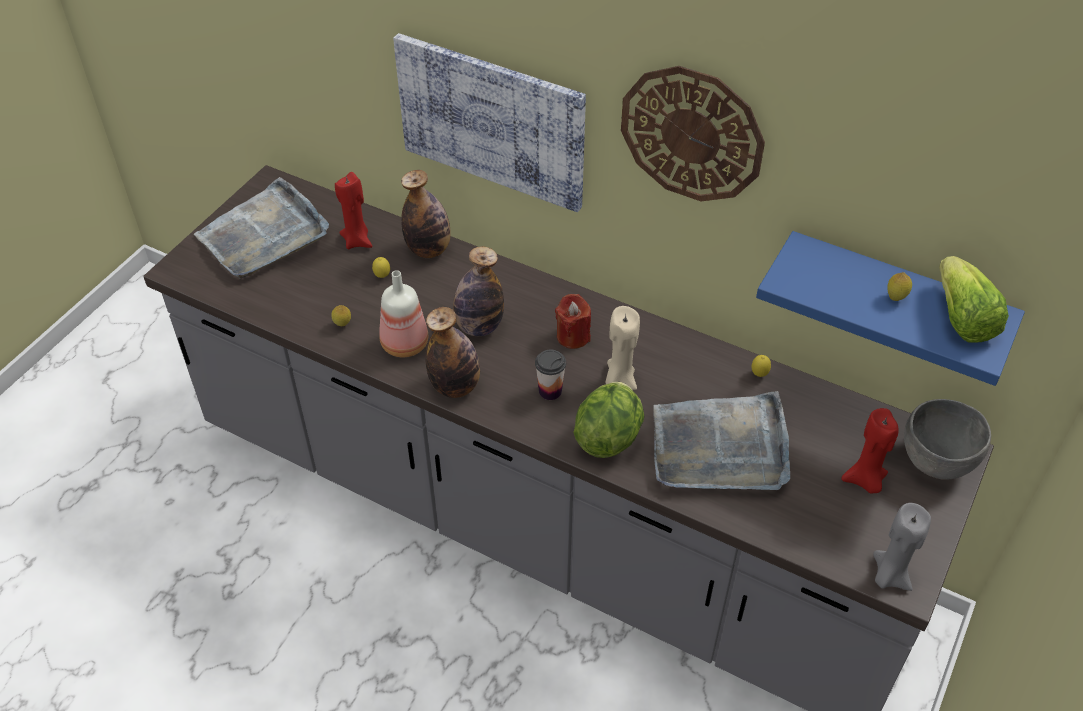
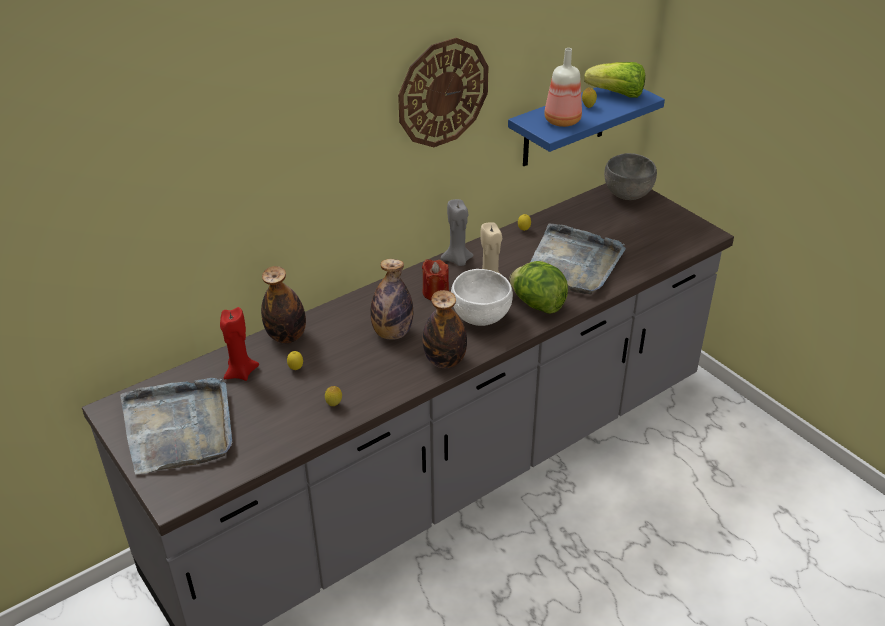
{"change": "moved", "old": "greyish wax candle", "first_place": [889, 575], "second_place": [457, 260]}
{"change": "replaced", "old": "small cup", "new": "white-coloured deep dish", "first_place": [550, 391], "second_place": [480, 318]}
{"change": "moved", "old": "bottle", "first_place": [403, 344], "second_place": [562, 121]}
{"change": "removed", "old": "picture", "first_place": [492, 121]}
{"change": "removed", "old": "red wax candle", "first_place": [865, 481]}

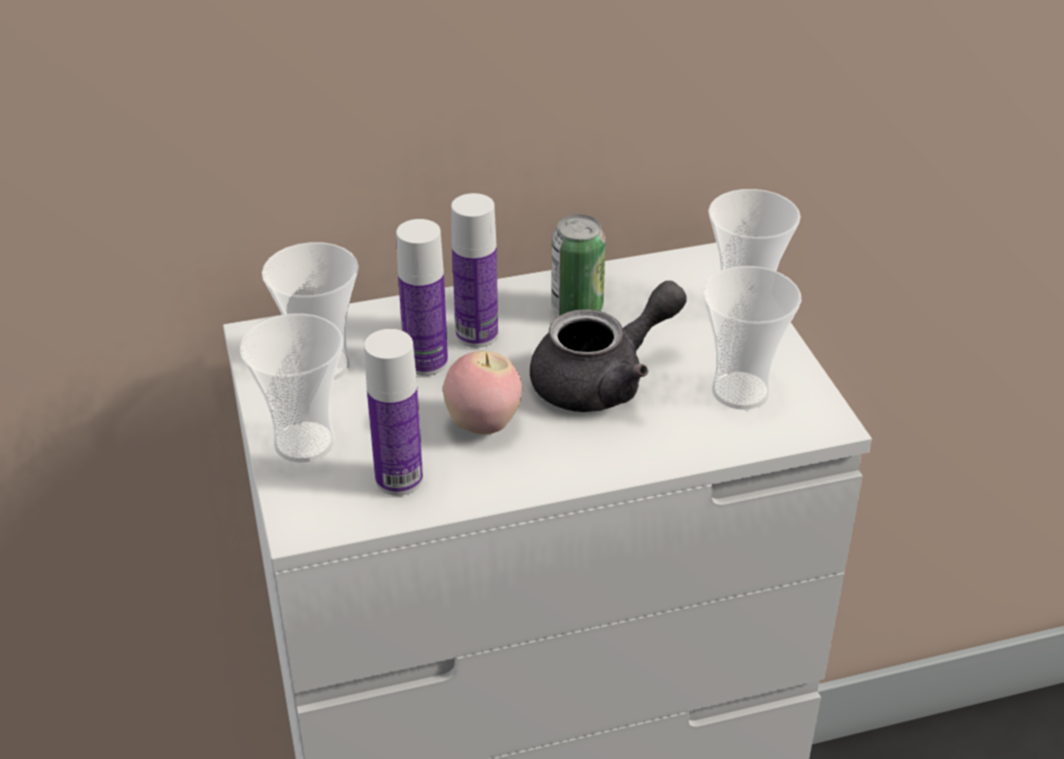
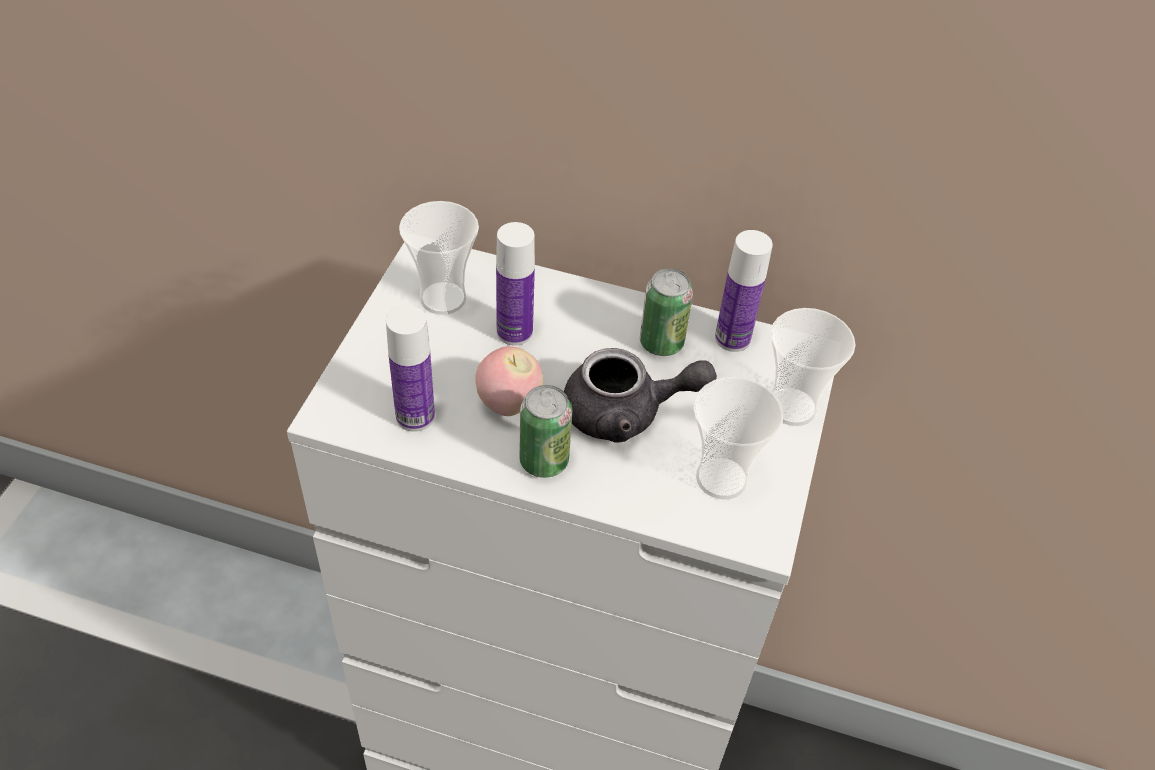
{"change": "added", "new": "sealed can", "second_place": [544, 461]}
{"change": "moved", "old": "bottle", "first_place": [477, 334], "second_place": [732, 338]}
{"change": "removed", "old": "small cup", "first_place": [304, 443]}

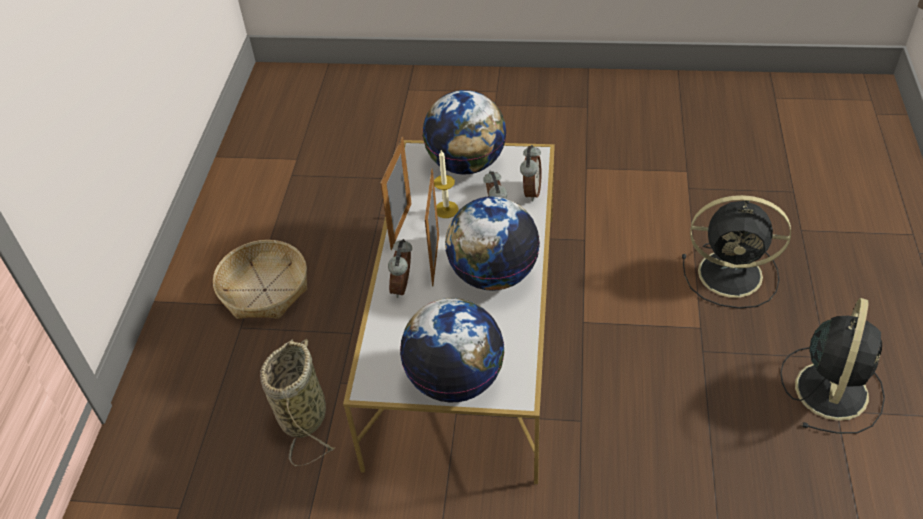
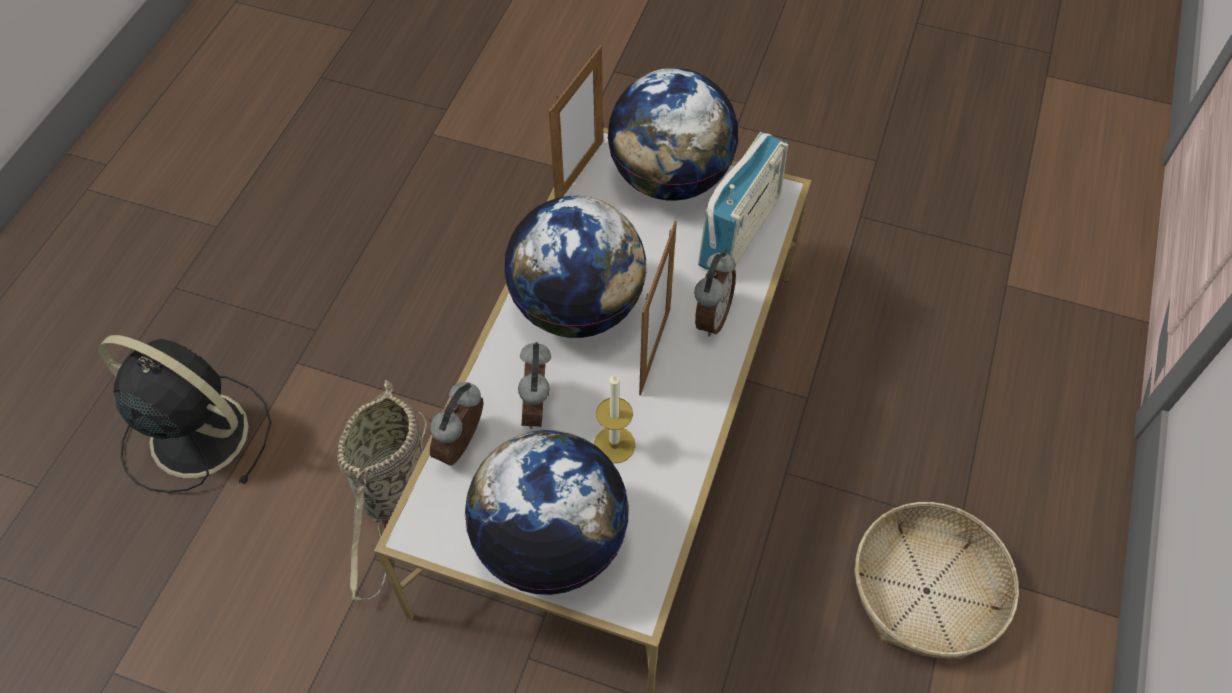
{"change": "moved", "old": "storage basket", "first_place": [303, 413], "second_place": [394, 495]}
{"change": "moved", "old": "standing frame", "first_place": [401, 226], "second_place": [579, 172]}
{"change": "added", "new": "radio set", "second_place": [739, 231]}
{"change": "removed", "old": "black cooling fan", "first_place": [831, 388]}

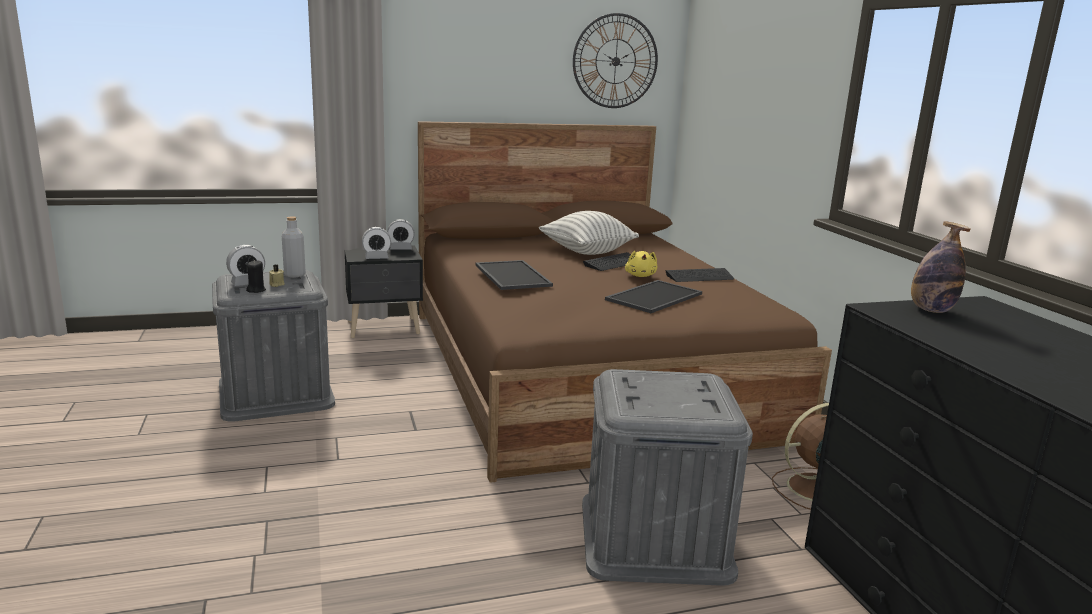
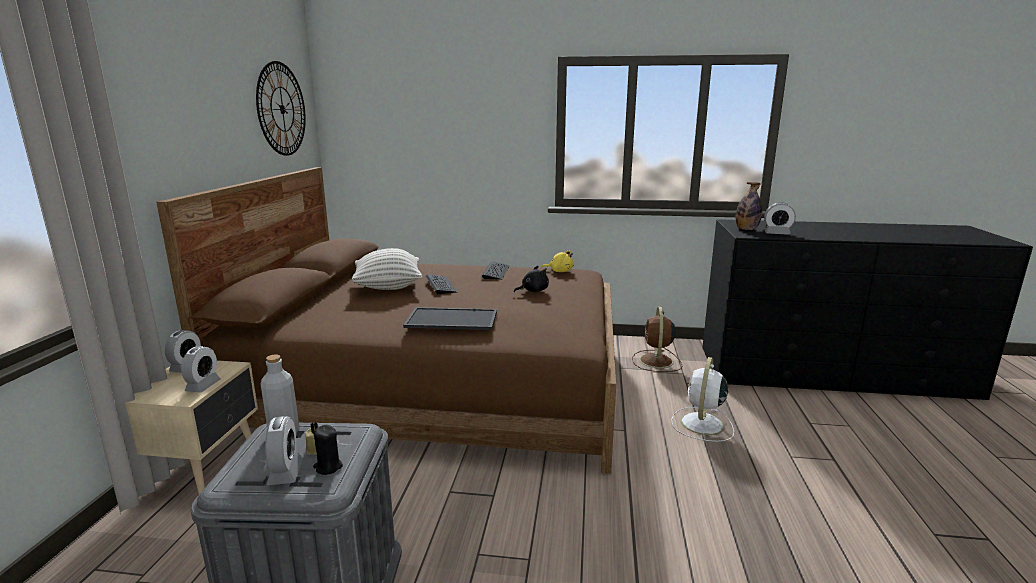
{"change": "recoloured", "old": "black bedside table", "new": "sand-coloured bedside table", "first_place": [385, 328], "second_place": [206, 471]}
{"change": "replaced", "old": "carrying tray", "new": "black cuddly toy", "first_place": [653, 296], "second_place": [533, 291]}
{"change": "moved", "old": "yellowish cuddly toy", "first_place": [640, 275], "second_place": [560, 271]}
{"change": "replaced", "old": "greyish storage container", "new": "white-coloured cooling fan", "first_place": [654, 537], "second_place": [701, 424]}
{"change": "added", "new": "bedside clock", "second_place": [777, 233]}

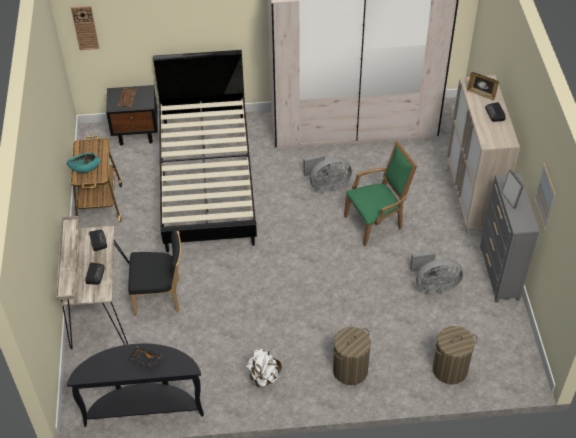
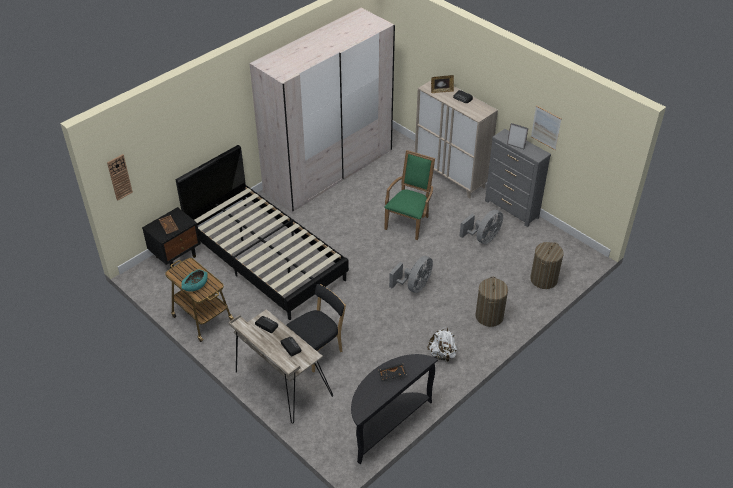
{"change": "moved", "old": "greyish cooling fan", "first_place": [326, 185], "second_place": [414, 286]}

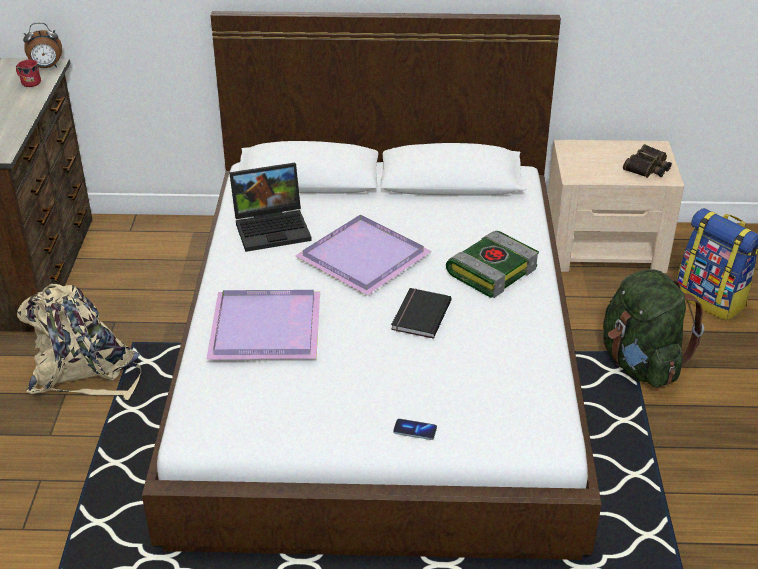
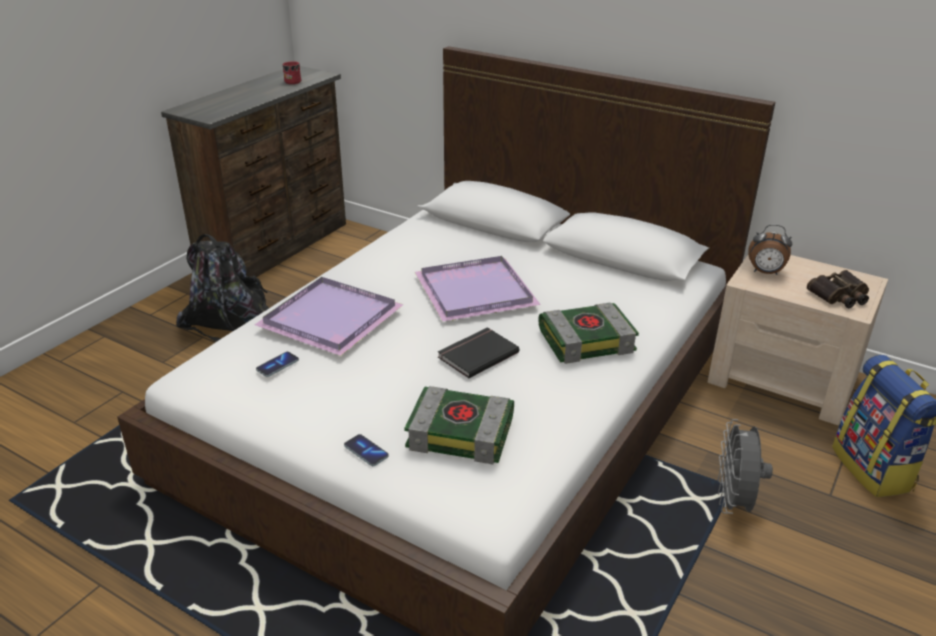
{"change": "recoloured", "old": "sand-coloured rucksack", "new": "black rucksack", "first_place": [84, 372], "second_place": [232, 326]}
{"change": "added", "new": "telephone", "second_place": [277, 365]}
{"change": "added", "new": "volume", "second_place": [462, 432]}
{"change": "replaced", "old": "greenish rucksack", "new": "greyish cooling fan", "first_place": [640, 364], "second_place": [734, 503]}
{"change": "moved", "old": "bedside clock", "first_place": [46, 67], "second_place": [765, 272]}
{"change": "removed", "old": "portable computer", "first_place": [273, 227]}

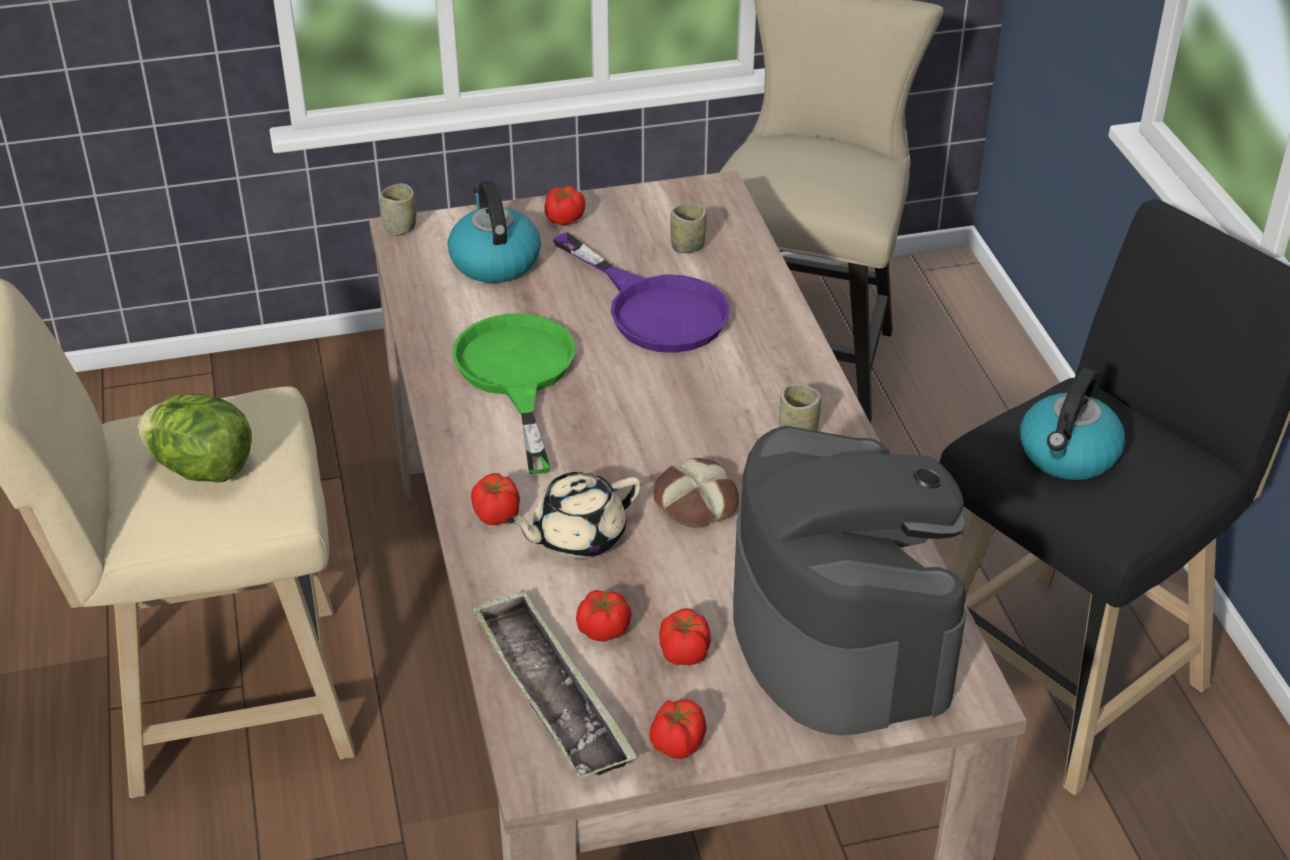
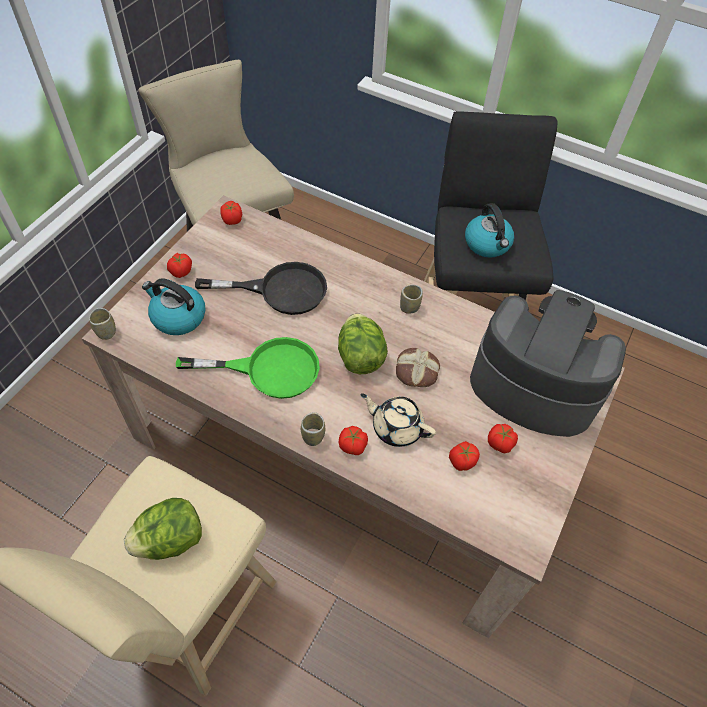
{"change": "turned", "old": "greenish skillet", "first_place": [517, 376], "second_place": [268, 369], "degrees": 150}
{"change": "recoloured", "old": "purple skillet", "new": "black skillet", "first_place": [654, 308], "second_place": [280, 290]}
{"change": "moved", "old": "fresh tomato", "first_place": [677, 744], "second_place": [232, 220]}
{"change": "moved", "old": "small cup", "first_place": [687, 246], "second_place": [313, 436]}
{"change": "added", "new": "head of lettuce", "second_place": [360, 357]}
{"change": "turned", "old": "sand-coloured tea pot", "first_place": [577, 537], "second_place": [396, 427], "degrees": 105}
{"change": "removed", "old": "carrying tray", "first_place": [550, 693]}

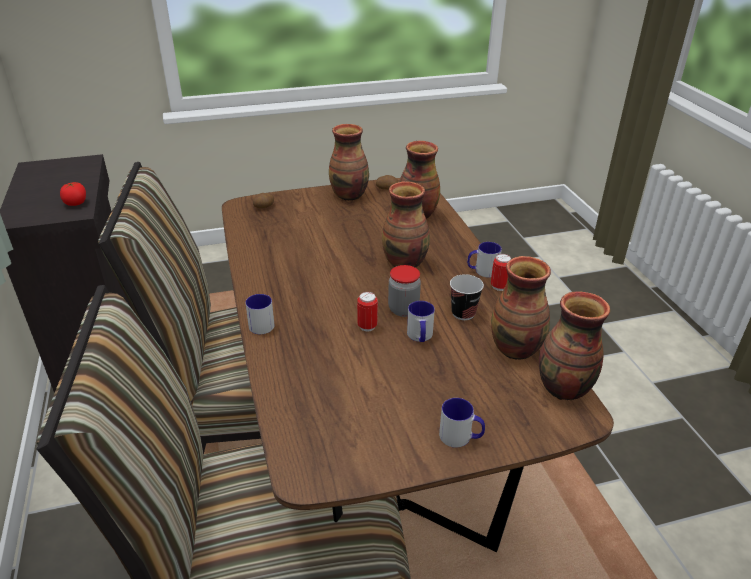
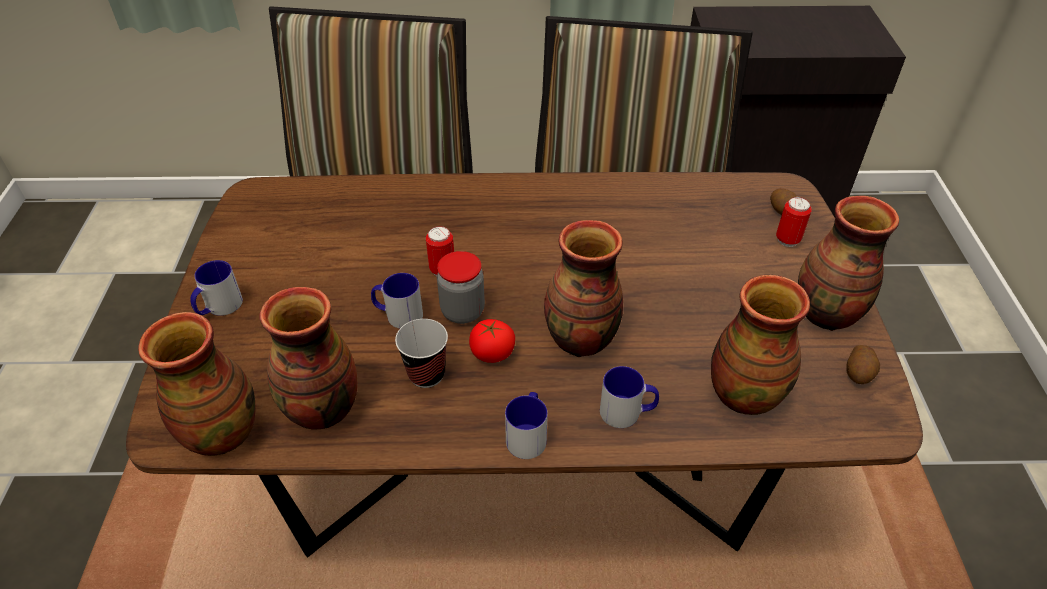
{"change": "moved", "old": "fresh tomato", "first_place": [76, 203], "second_place": [492, 353]}
{"change": "moved", "old": "tea mug", "first_place": [261, 323], "second_place": [627, 412]}
{"change": "moved", "old": "sealed can", "first_place": [499, 286], "second_place": [787, 240]}

